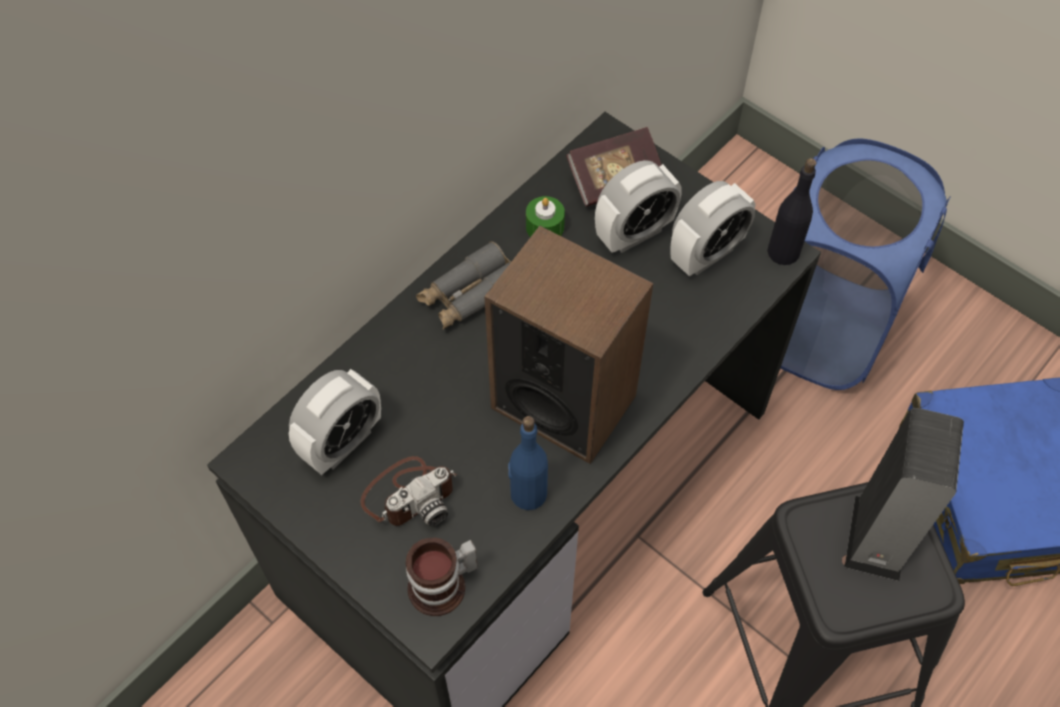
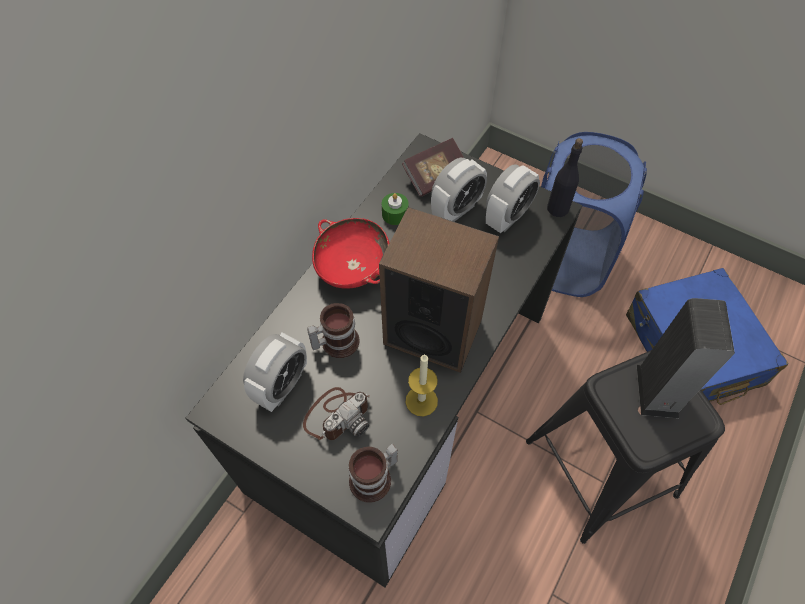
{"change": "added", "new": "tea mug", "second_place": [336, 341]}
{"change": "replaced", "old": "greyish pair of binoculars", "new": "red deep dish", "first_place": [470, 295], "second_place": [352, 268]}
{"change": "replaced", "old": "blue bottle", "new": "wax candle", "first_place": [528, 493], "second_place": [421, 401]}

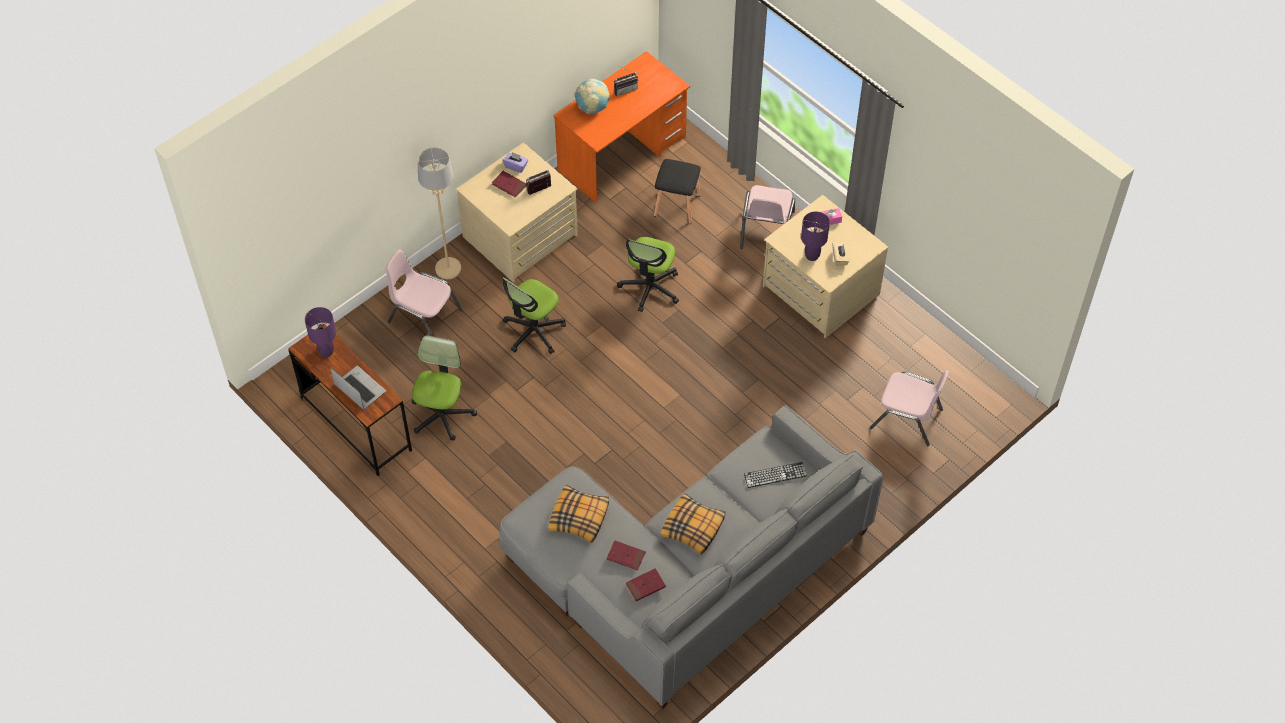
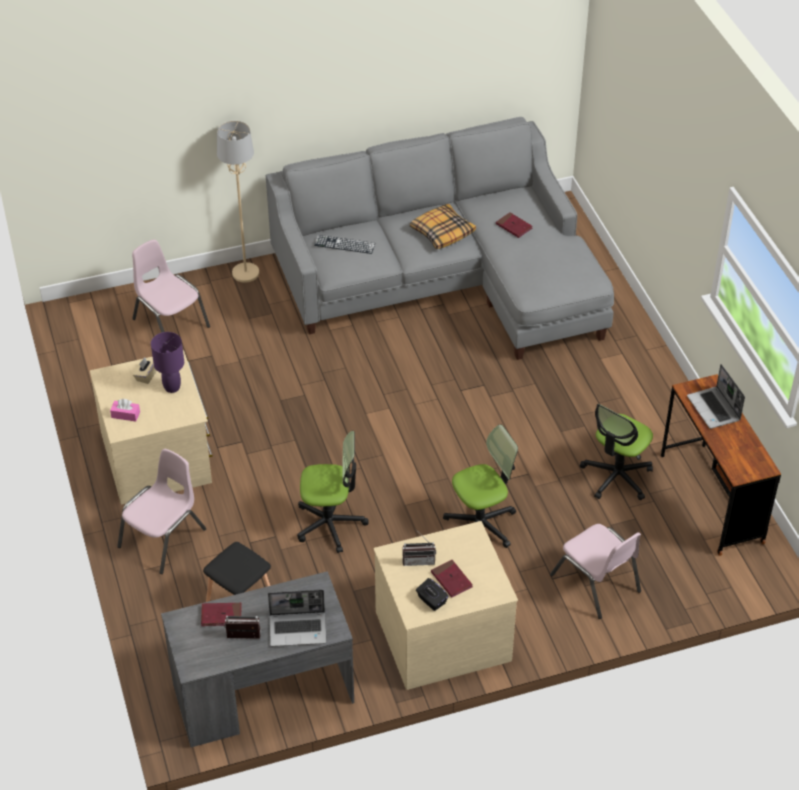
{"change": "recoloured", "old": "orangey desk table", "new": "greyish desk table", "first_place": [622, 154], "second_place": [263, 693]}
{"change": "moved", "old": "red volume", "first_place": [645, 586], "second_place": [221, 616]}
{"change": "moved", "old": "sand-coloured floor lamp", "first_place": [448, 269], "second_place": [245, 273]}
{"change": "replaced", "old": "desk globe", "new": "portable computer", "first_place": [592, 107], "second_place": [298, 629]}
{"change": "turned", "old": "desk chair", "first_place": [650, 288], "second_place": [330, 523], "degrees": 45}
{"change": "recoloured", "old": "purple tissue holder", "new": "black tissue holder", "first_place": [516, 166], "second_place": [431, 600]}
{"change": "removed", "old": "purple tabletop lamp", "first_place": [326, 351]}
{"change": "removed", "old": "cushion", "first_place": [579, 518]}

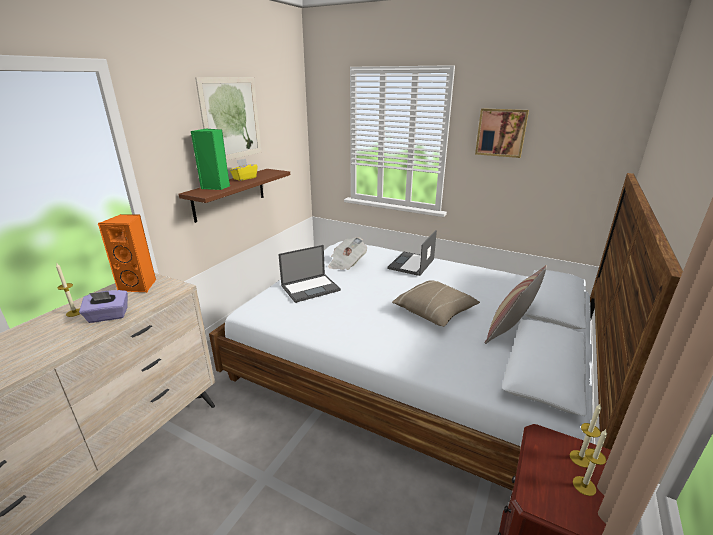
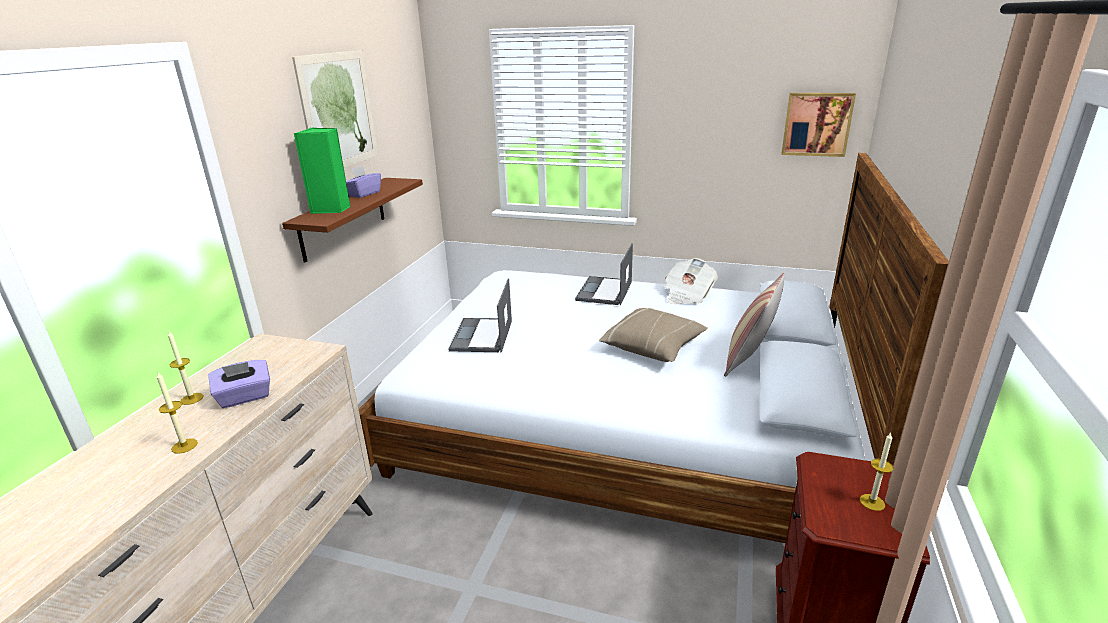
{"change": "moved", "old": "wax candle", "first_place": [580, 458], "second_place": [184, 446]}
{"change": "recoloured", "old": "yellowish tissue holder", "new": "purple tissue holder", "first_place": [244, 178], "second_place": [363, 194]}
{"change": "turned", "old": "portable computer", "first_place": [311, 288], "second_place": [482, 336], "degrees": 135}
{"change": "moved", "old": "printed paper", "first_place": [346, 263], "second_place": [687, 295]}
{"change": "moved", "old": "picture", "first_place": [501, 132], "second_place": [816, 124]}
{"change": "removed", "old": "orangey loudspeaker", "first_place": [140, 286]}

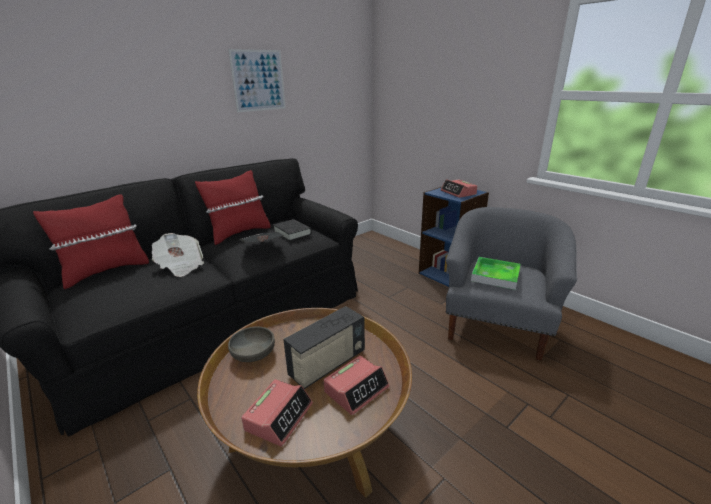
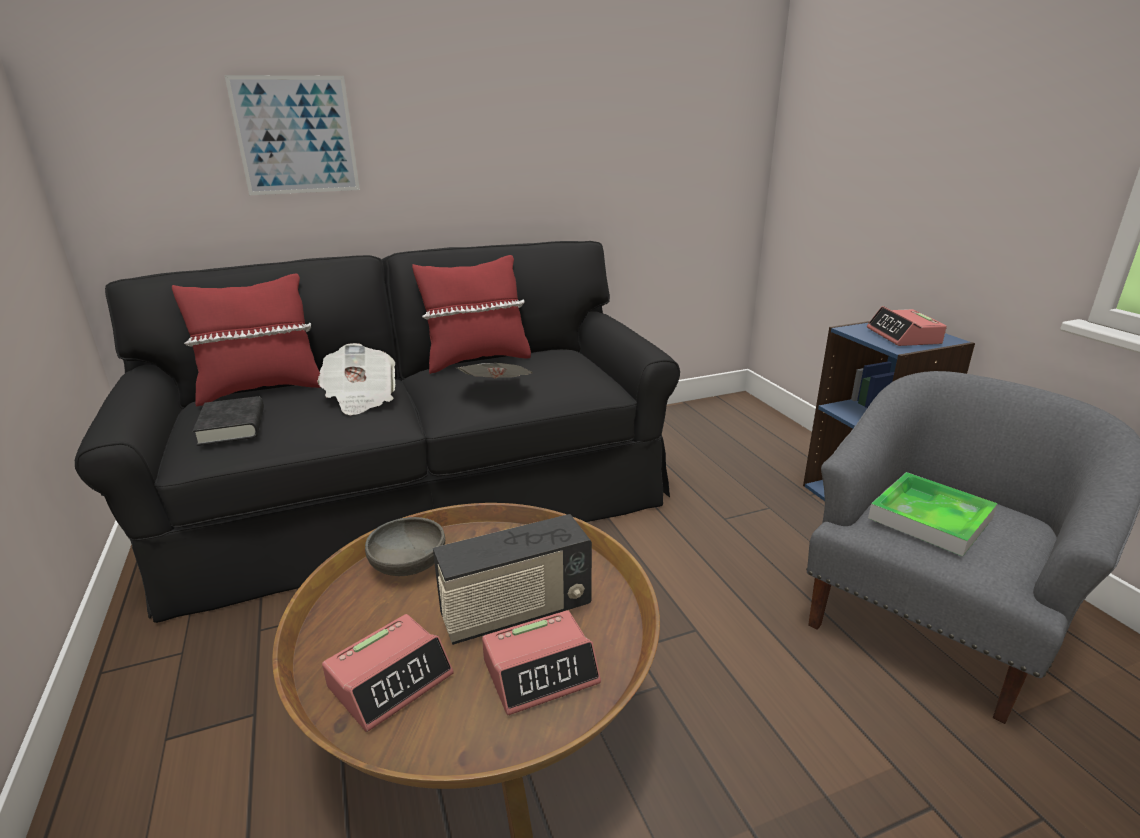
{"change": "moved", "old": "black volume", "first_place": [292, 233], "second_place": [232, 427]}
{"change": "moved", "old": "picture", "first_place": [258, 80], "second_place": [296, 136]}

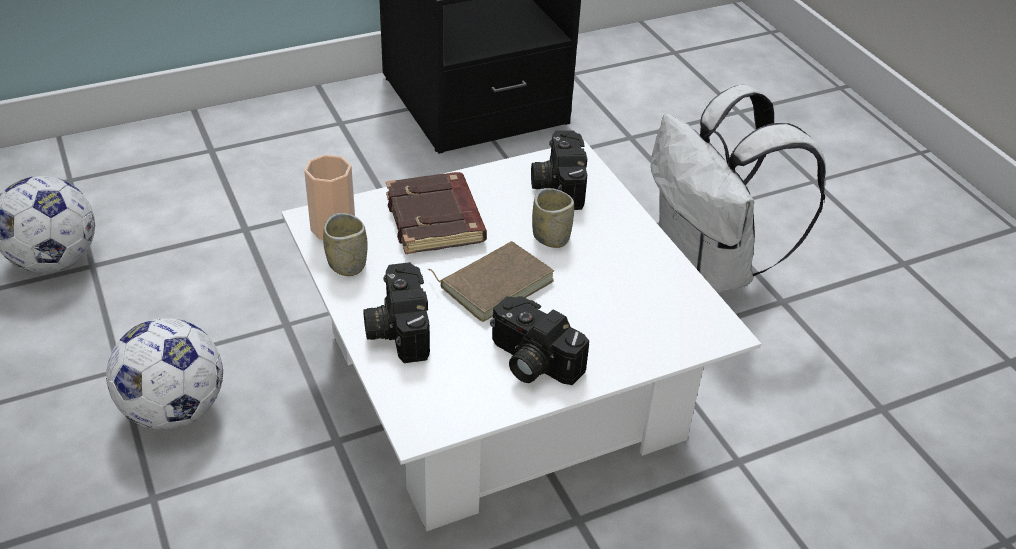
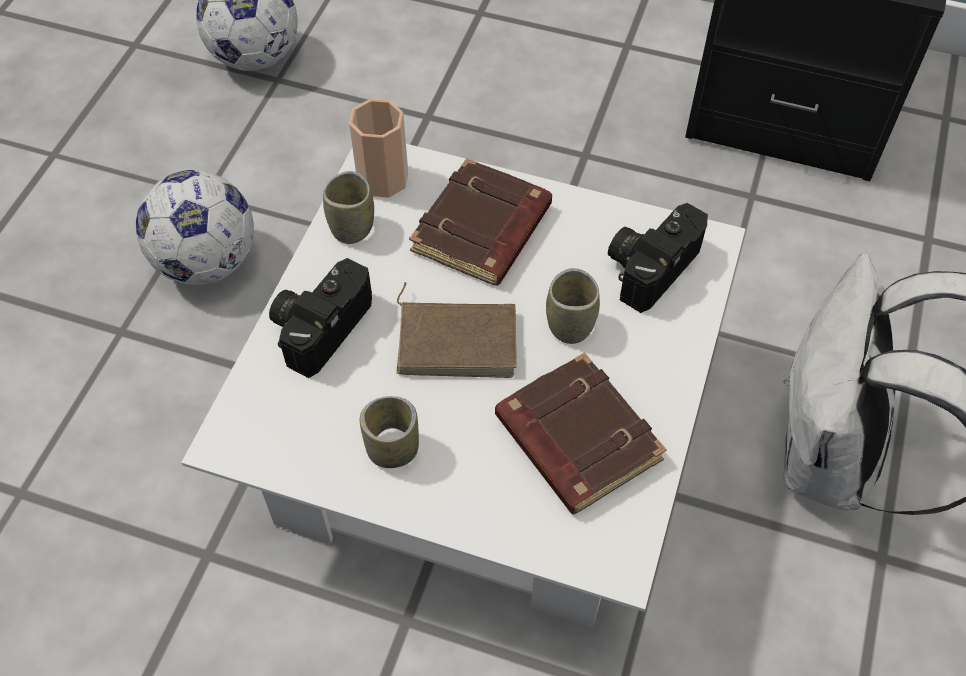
{"change": "replaced", "old": "still camera", "new": "small cup", "first_place": [530, 362], "second_place": [392, 449]}
{"change": "added", "new": "brownish volume", "second_place": [574, 439]}

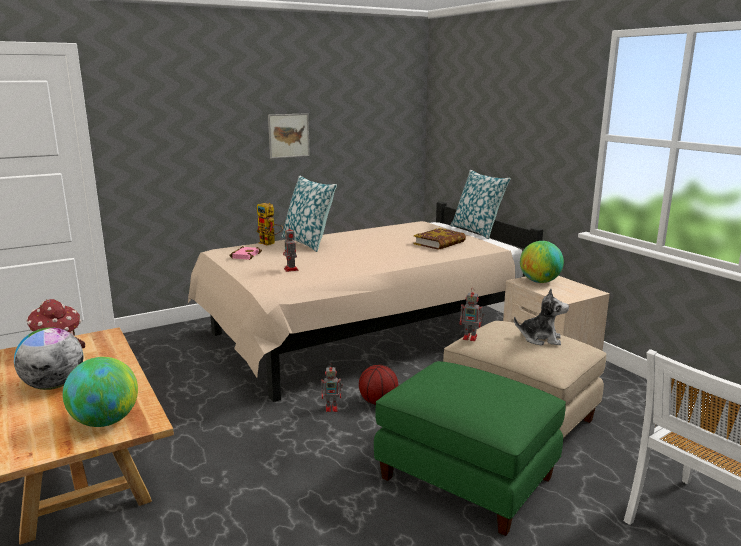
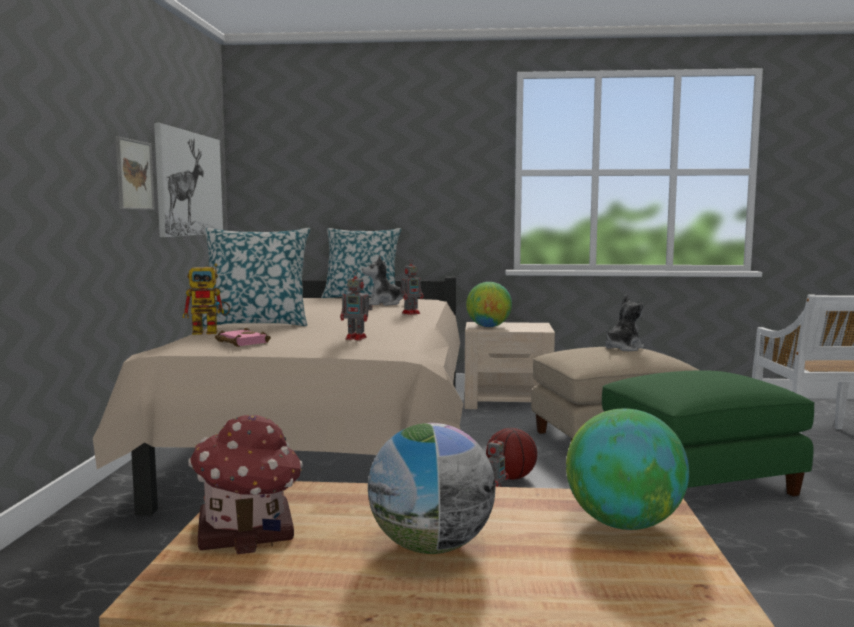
{"change": "added", "new": "picture", "second_place": [189, 184]}
{"change": "replaced", "old": "volume", "new": "cuddly toy", "first_place": [439, 243], "second_place": [384, 304]}
{"change": "moved", "old": "model robot", "first_place": [471, 337], "second_place": [411, 313]}

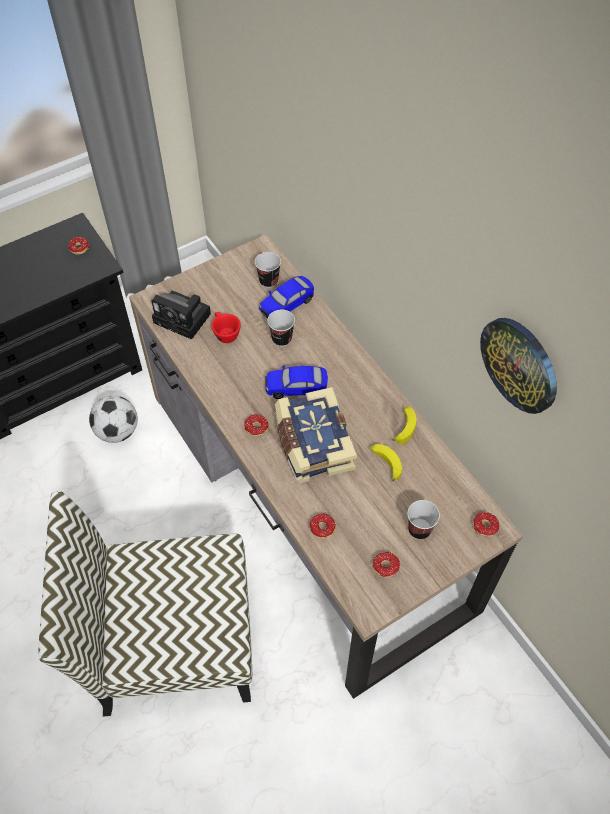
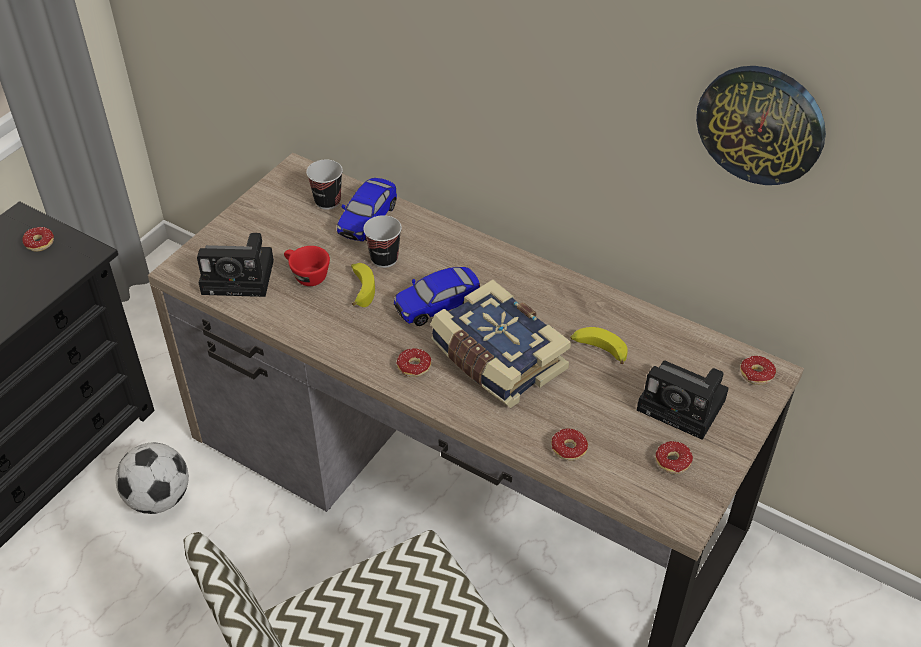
{"change": "moved", "old": "whole banana", "first_place": [404, 427], "second_place": [360, 288]}
{"change": "replaced", "old": "small cup", "new": "still camera", "first_place": [419, 529], "second_place": [685, 406]}

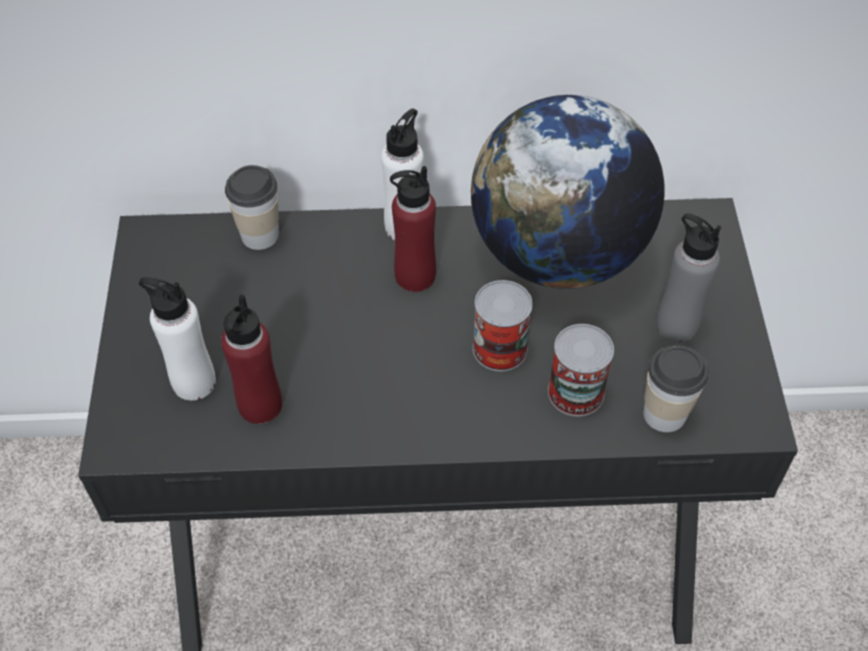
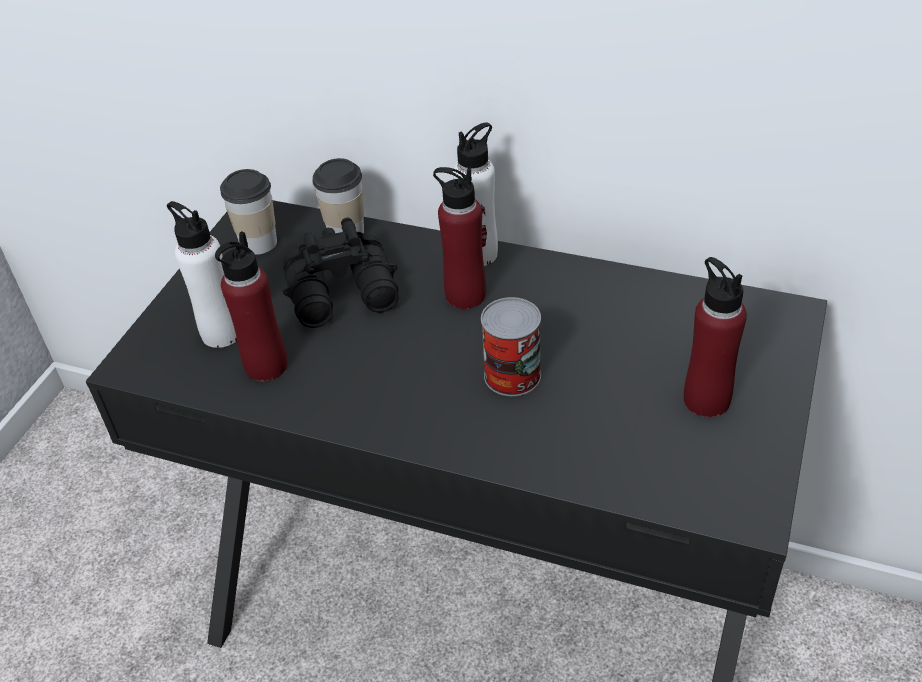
{"change": "moved", "old": "small cup", "first_place": [664, 414], "second_place": [258, 243]}
{"change": "added", "new": "black pair of binoculars", "second_place": [345, 294]}
{"change": "recoloured", "old": "greyish bottle", "new": "red bottle", "first_place": [676, 325], "second_place": [706, 400]}
{"change": "removed", "old": "desk globe", "first_place": [558, 254]}
{"change": "removed", "old": "sealed can", "first_place": [575, 392]}

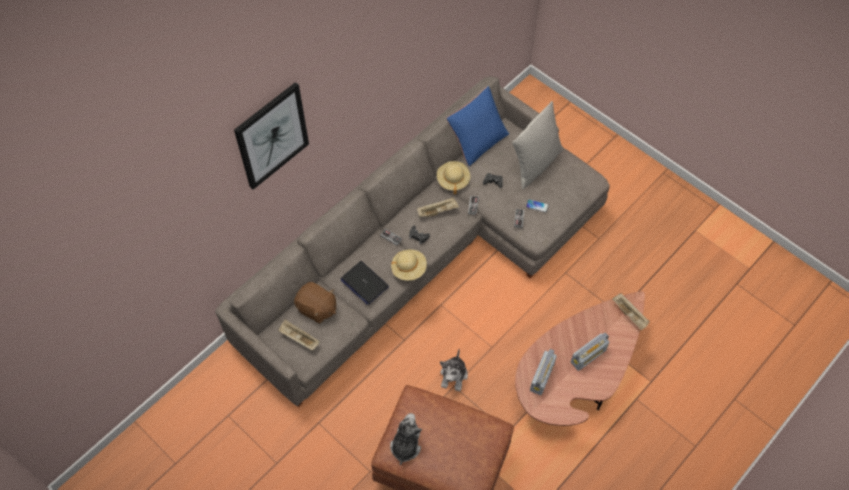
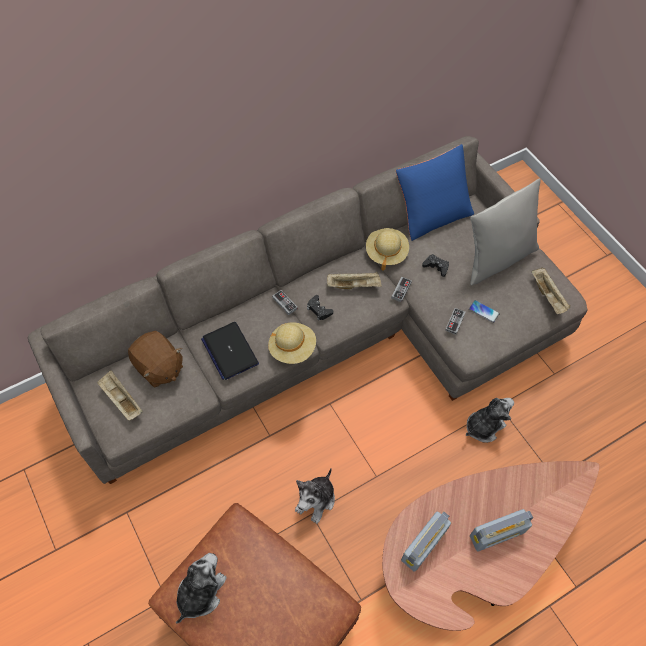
{"change": "added", "new": "cuddly toy", "second_place": [483, 426]}
{"change": "moved", "old": "sand-coloured carrying tray", "first_place": [630, 315], "second_place": [548, 296]}
{"change": "removed", "old": "picture", "first_place": [272, 136]}

